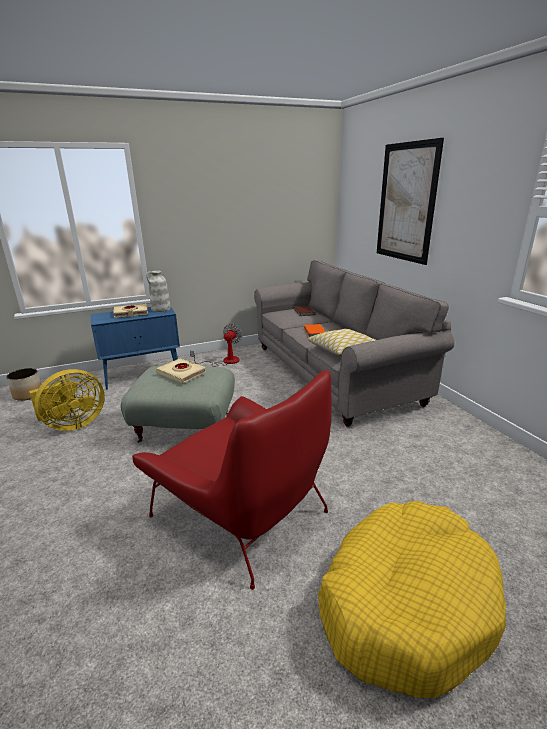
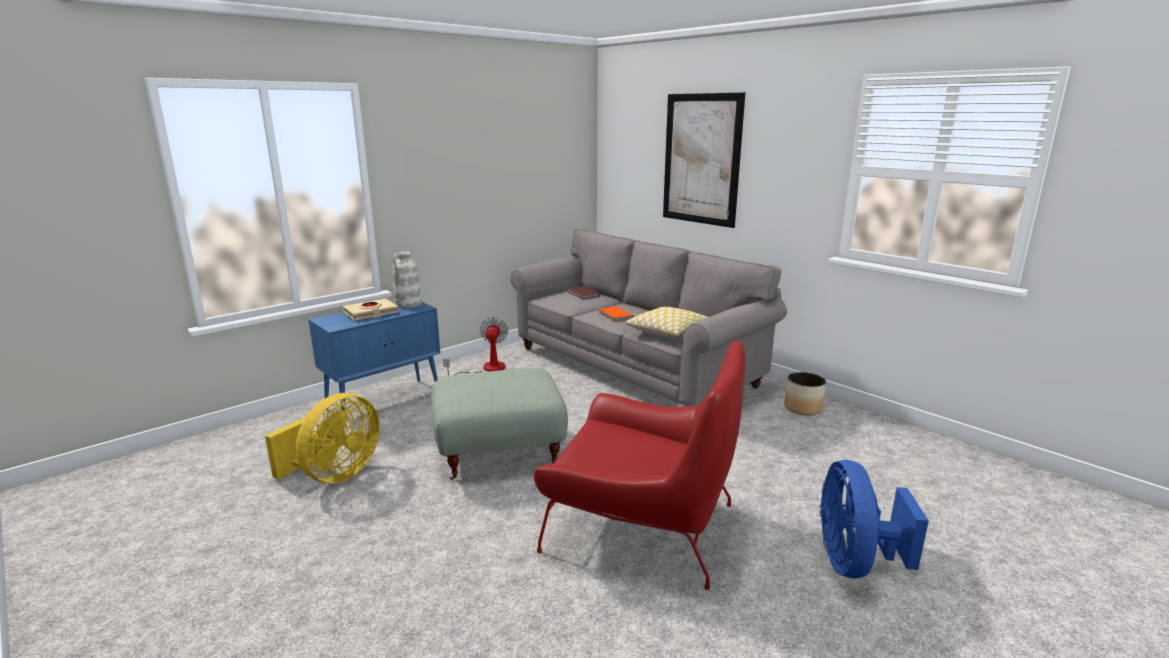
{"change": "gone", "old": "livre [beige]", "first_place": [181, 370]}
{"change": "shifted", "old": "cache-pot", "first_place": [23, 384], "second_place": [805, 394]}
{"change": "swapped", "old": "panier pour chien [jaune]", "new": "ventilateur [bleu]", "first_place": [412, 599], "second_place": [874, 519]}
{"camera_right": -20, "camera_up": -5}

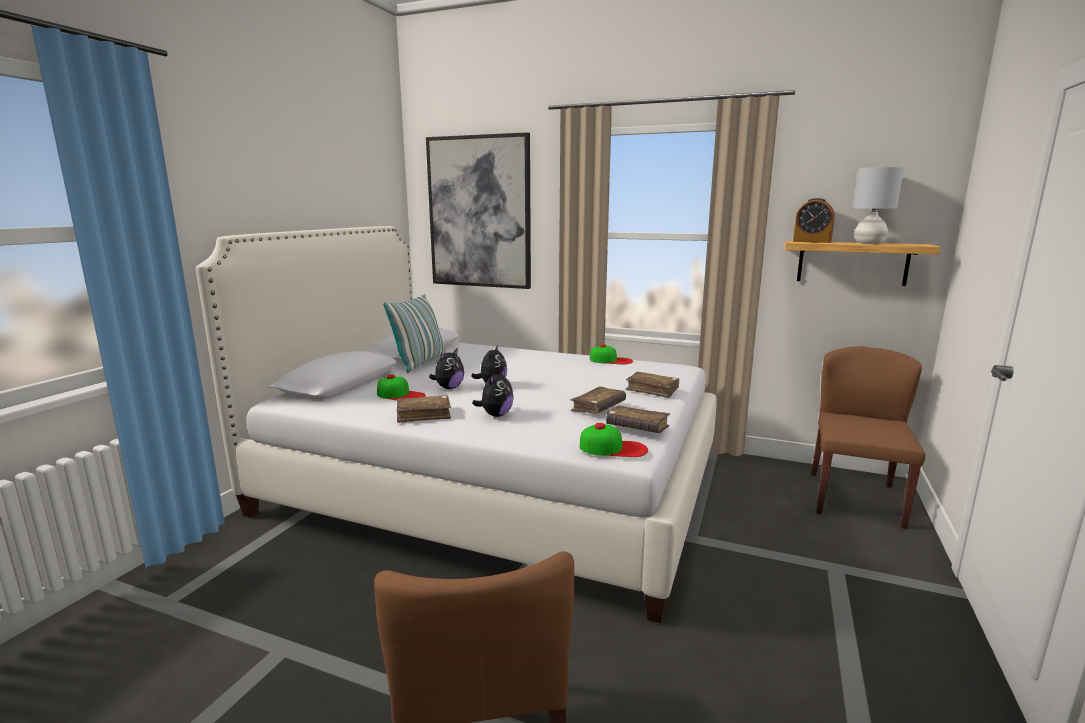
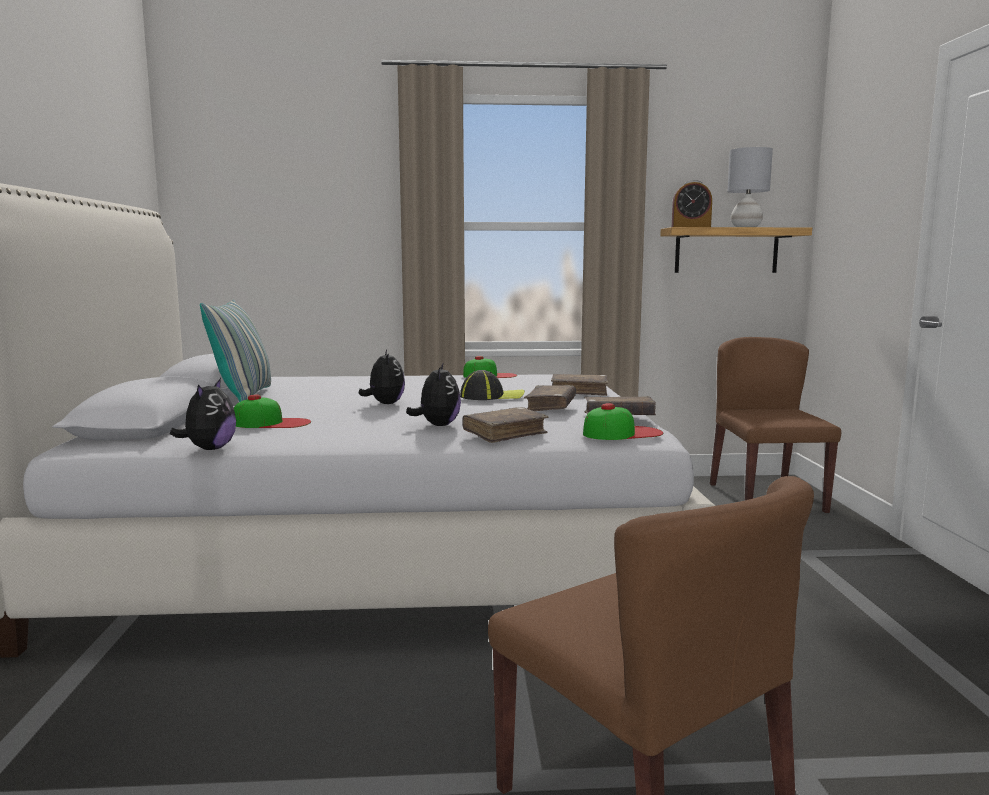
{"change": "gone", "old": "tableau", "first_place": [478, 210]}
{"change": "new", "new": "casquette", "second_place": [492, 385]}
{"change": "shifted", "old": "livre [marron]", "first_place": [424, 409], "second_place": [505, 425]}
{"change": "shifted", "old": "peluche", "first_place": [446, 368], "second_place": [203, 414]}
{"camera_right": -25, "camera_up": -5}

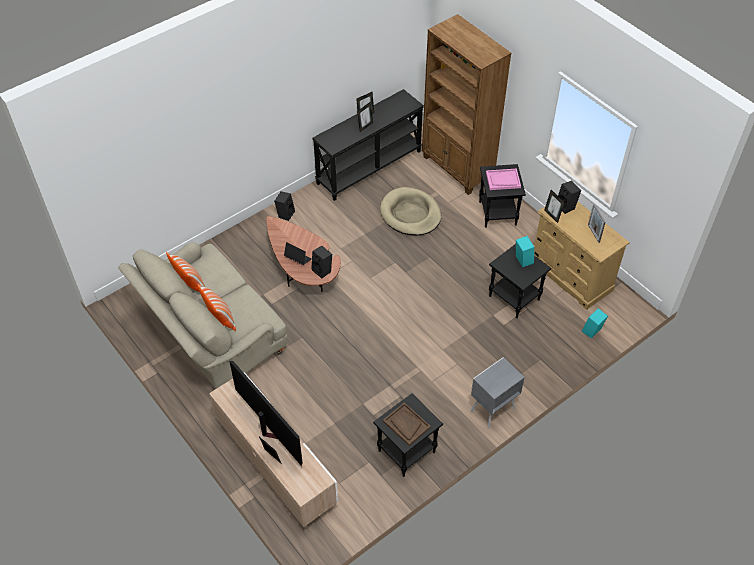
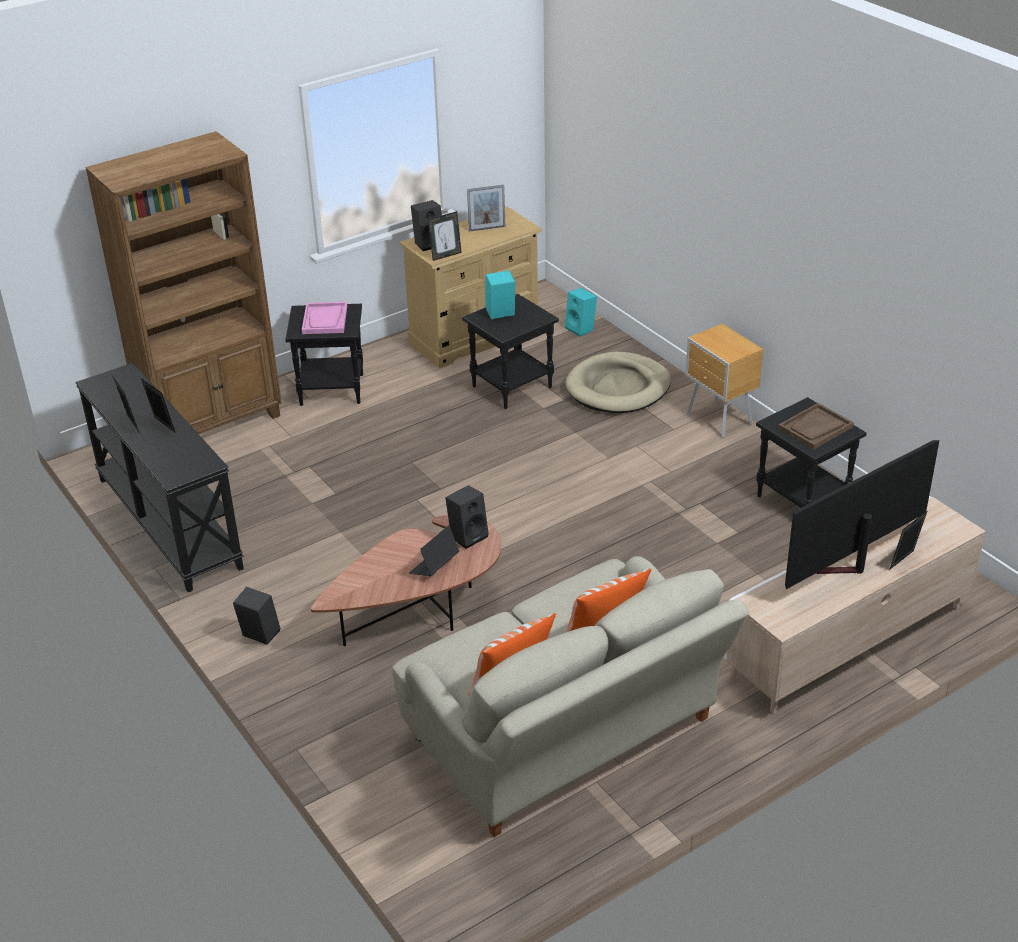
{"change": "shifted", "old": "panier pour chien [beige]", "first_place": [410, 211], "second_place": [618, 382]}
{"change": "repainted", "old": "table de chevet [gris]", "new": "table de chevet [marron]", "first_place": [498, 392], "second_place": [724, 381]}
{"camera_right": -85, "camera_up": -15}

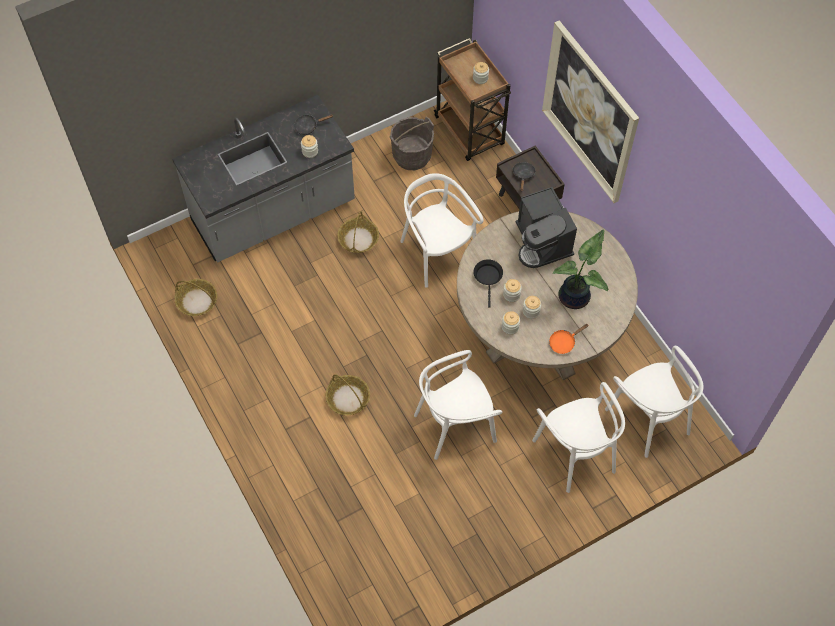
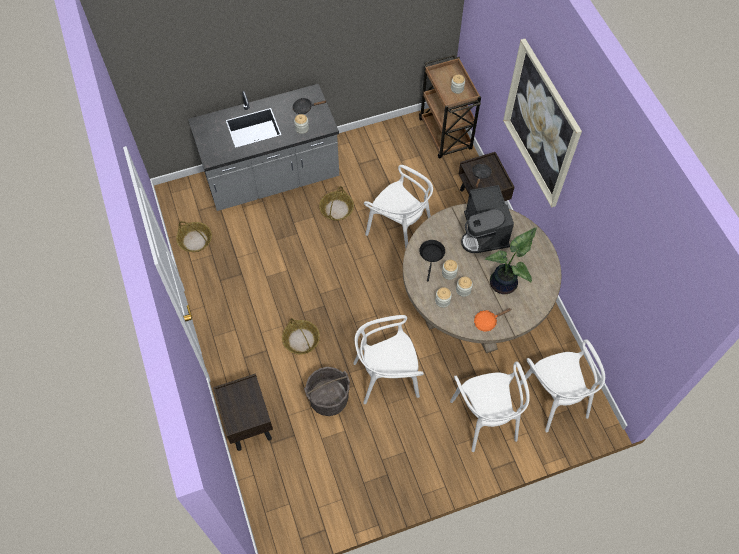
{"change": "new", "new": "table de chevet [marron]", "second_place": [243, 412]}
{"change": "shifted", "old": "seau [gris]", "first_place": [412, 143], "second_place": [327, 391]}
{"change": "rotated", "old": "chaise [blanc]", "first_place": [442, 230], "second_place": [398, 206], "degrees": 150}
{"camera_right": 10, "camera_up": 0}

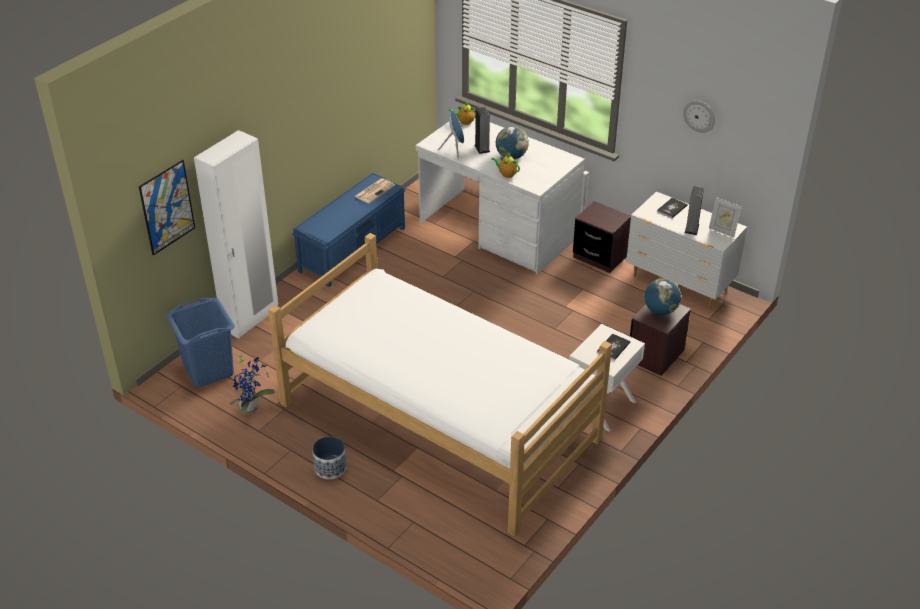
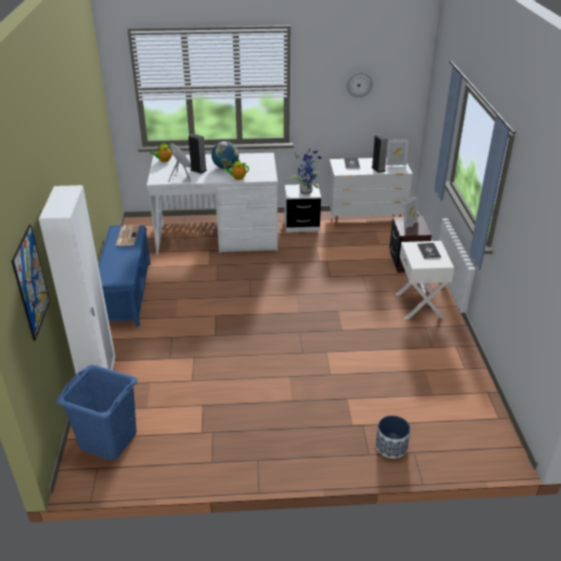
{"change": "gone", "old": "lit", "first_place": [440, 385]}
{"change": "shifted", "old": "plante en pot", "first_place": [252, 383], "second_place": [305, 171]}
{"change": "shifted", "old": "cache-pot", "first_place": [329, 457], "second_place": [393, 437]}
{"change": "swapped", "old": "globe", "new": "cadre photo", "first_place": [662, 297], "second_place": [410, 212]}
{"change": "repainted", "old": "table de chevet [marron]", "new": "table de chevet [blanc]", "first_place": [602, 237], "second_place": [303, 208]}
{"camera_right": -40, "camera_up": -5}

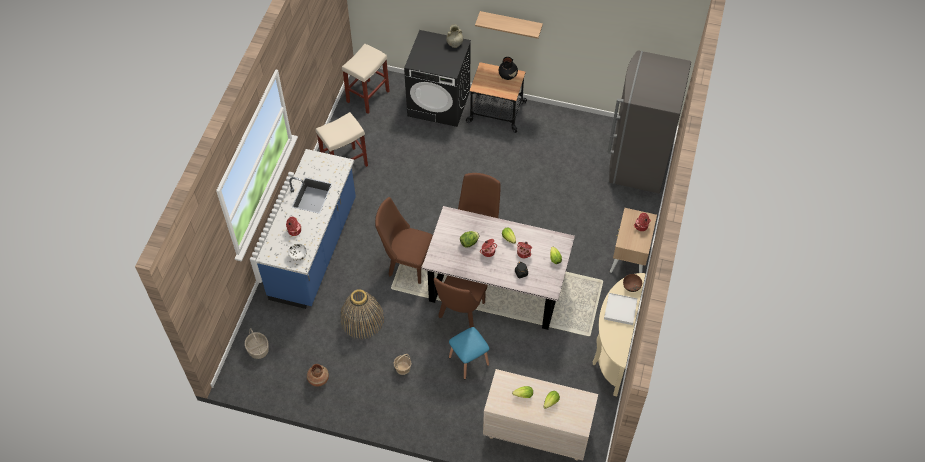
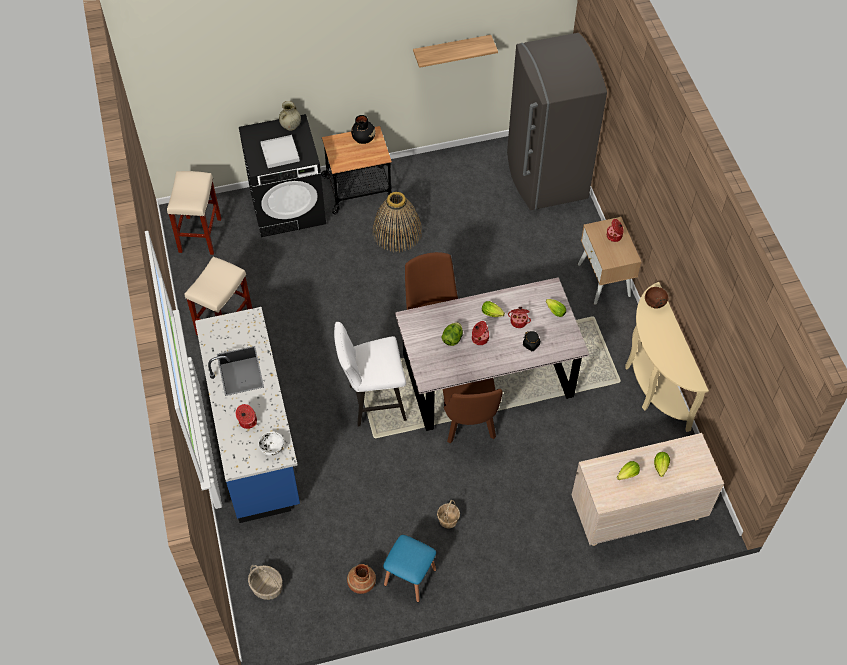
{"change": "shifted", "old": "panier", "first_place": [362, 314], "second_place": [397, 222]}
{"change": "shifted", "old": "tabouret [bleu]", "first_place": [469, 353], "second_place": [409, 568]}
{"change": "shifted", "old": "étagère", "first_place": [509, 25], "second_place": [455, 51]}
{"change": "shifted", "old": "plateau [blanc]", "first_place": [621, 309], "second_place": [280, 151]}
{"change": "swapped", "old": "chaise [marron]", "new": "tabouret [blanc]", "first_place": [404, 240], "second_place": [370, 374]}
{"camera_right": -30, "camera_up": 0}

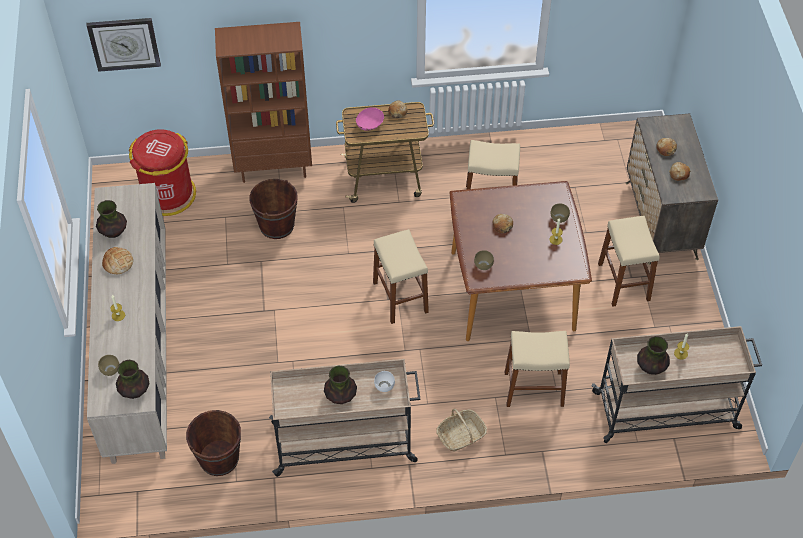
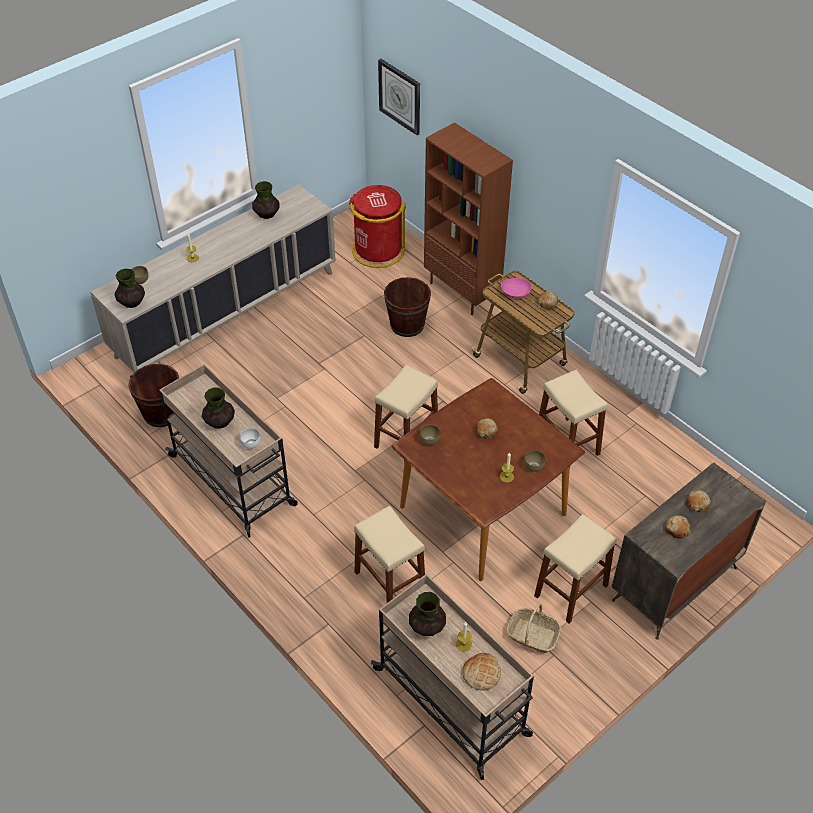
{"change": "shifted", "old": "pain", "first_place": [117, 260], "second_place": [482, 672]}
{"change": "shifted", "old": "panier", "first_place": [461, 430], "second_place": [534, 628]}
{"camera_right": 55, "camera_up": -5}

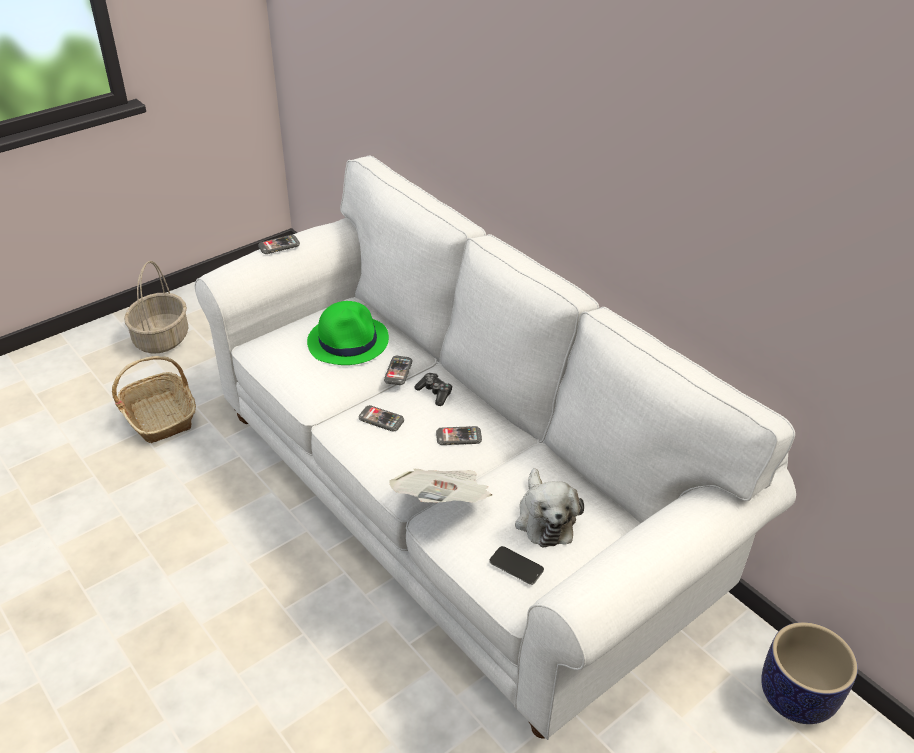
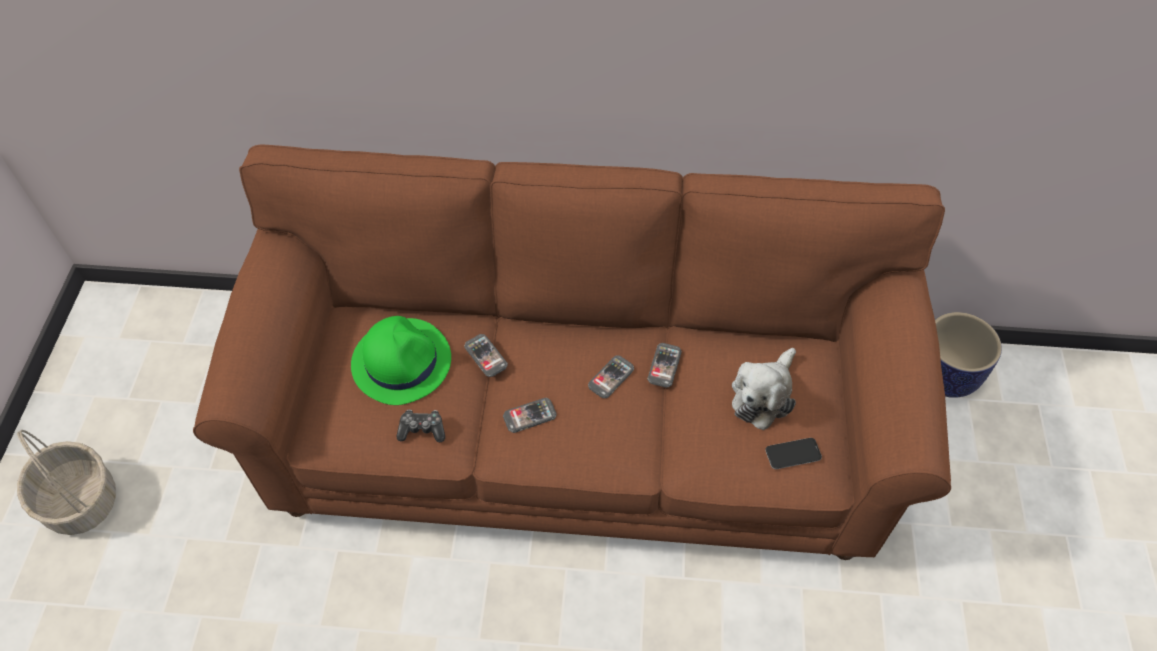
{"change": "gone", "old": "panier", "first_place": [154, 399]}
{"change": "gone", "old": "journal", "first_place": [440, 485]}
{"change": "shifted", "old": "téléphone", "first_place": [279, 244], "second_place": [664, 365]}
{"change": "shifted", "old": "manette", "first_place": [433, 389], "second_place": [420, 426]}
{"change": "repainted", "old": "canapé [blanc]", "new": "canapé [marron]", "first_place": [495, 447], "second_place": [572, 352]}
{"change": "rotated", "old": "peluche", "first_place": [549, 507], "second_place": [764, 389], "degrees": 90}
{"camera_right": -45, "camera_up": 15}

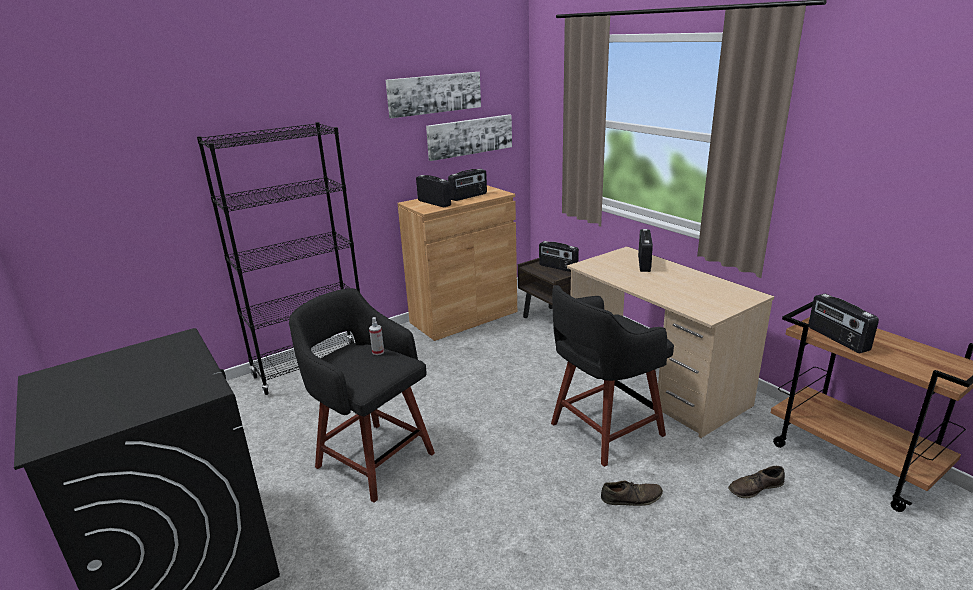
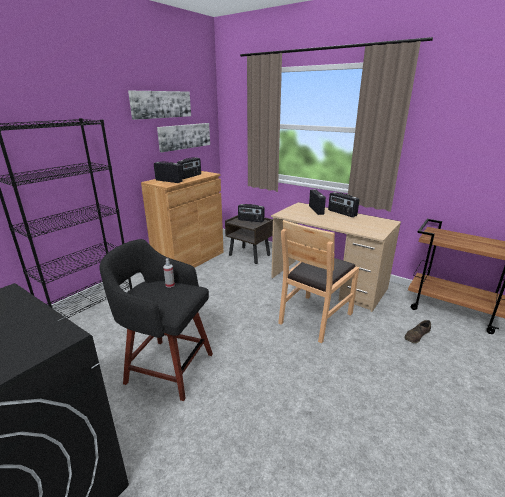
{"change": "gone", "old": "chaussure [marron]", "first_place": [632, 493]}
{"change": "shifted", "old": "radio", "first_place": [843, 323], "second_place": [343, 204]}
{"change": "swapped", "old": "tabouret [noir]", "new": "chaise [marron]", "first_place": [612, 376], "second_place": [318, 281]}
{"camera_right": -20, "camera_up": 0}

